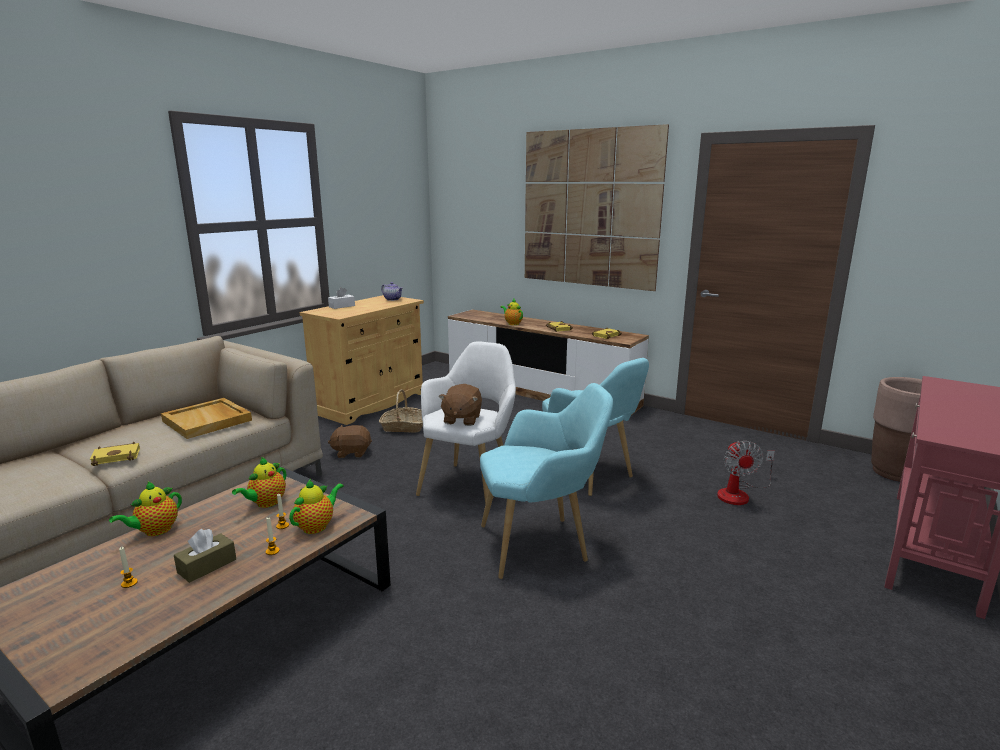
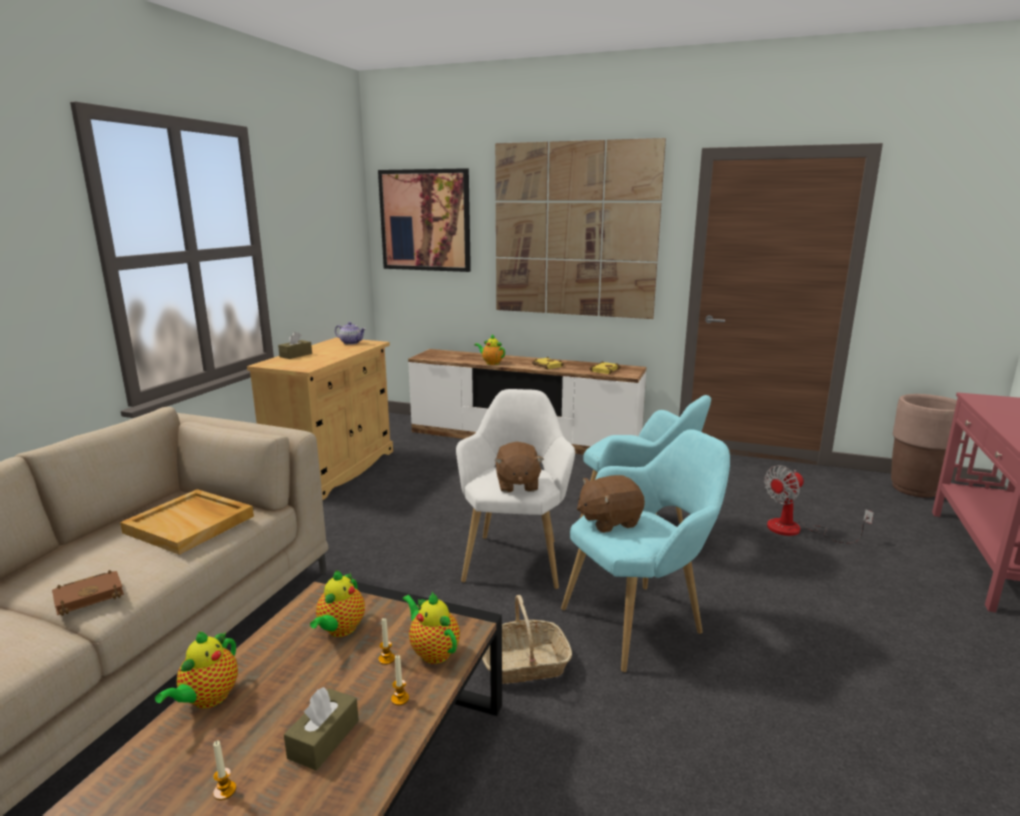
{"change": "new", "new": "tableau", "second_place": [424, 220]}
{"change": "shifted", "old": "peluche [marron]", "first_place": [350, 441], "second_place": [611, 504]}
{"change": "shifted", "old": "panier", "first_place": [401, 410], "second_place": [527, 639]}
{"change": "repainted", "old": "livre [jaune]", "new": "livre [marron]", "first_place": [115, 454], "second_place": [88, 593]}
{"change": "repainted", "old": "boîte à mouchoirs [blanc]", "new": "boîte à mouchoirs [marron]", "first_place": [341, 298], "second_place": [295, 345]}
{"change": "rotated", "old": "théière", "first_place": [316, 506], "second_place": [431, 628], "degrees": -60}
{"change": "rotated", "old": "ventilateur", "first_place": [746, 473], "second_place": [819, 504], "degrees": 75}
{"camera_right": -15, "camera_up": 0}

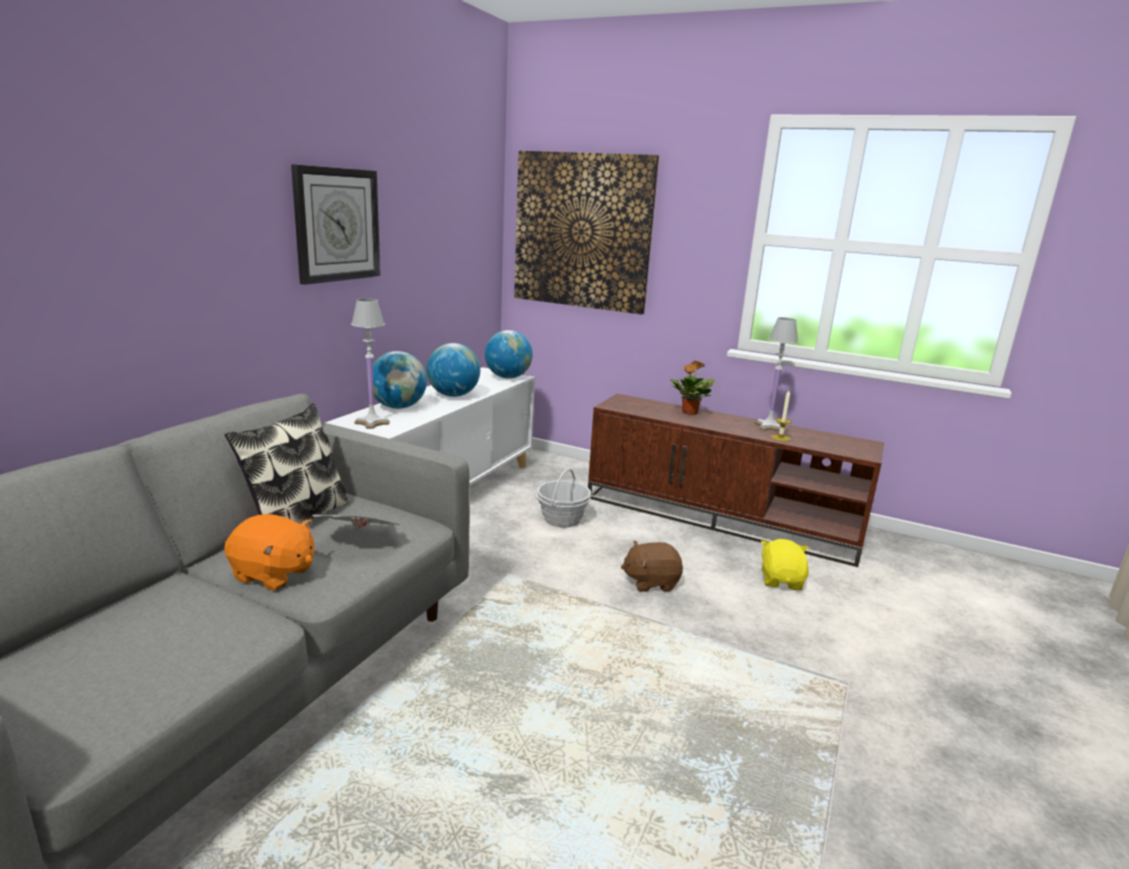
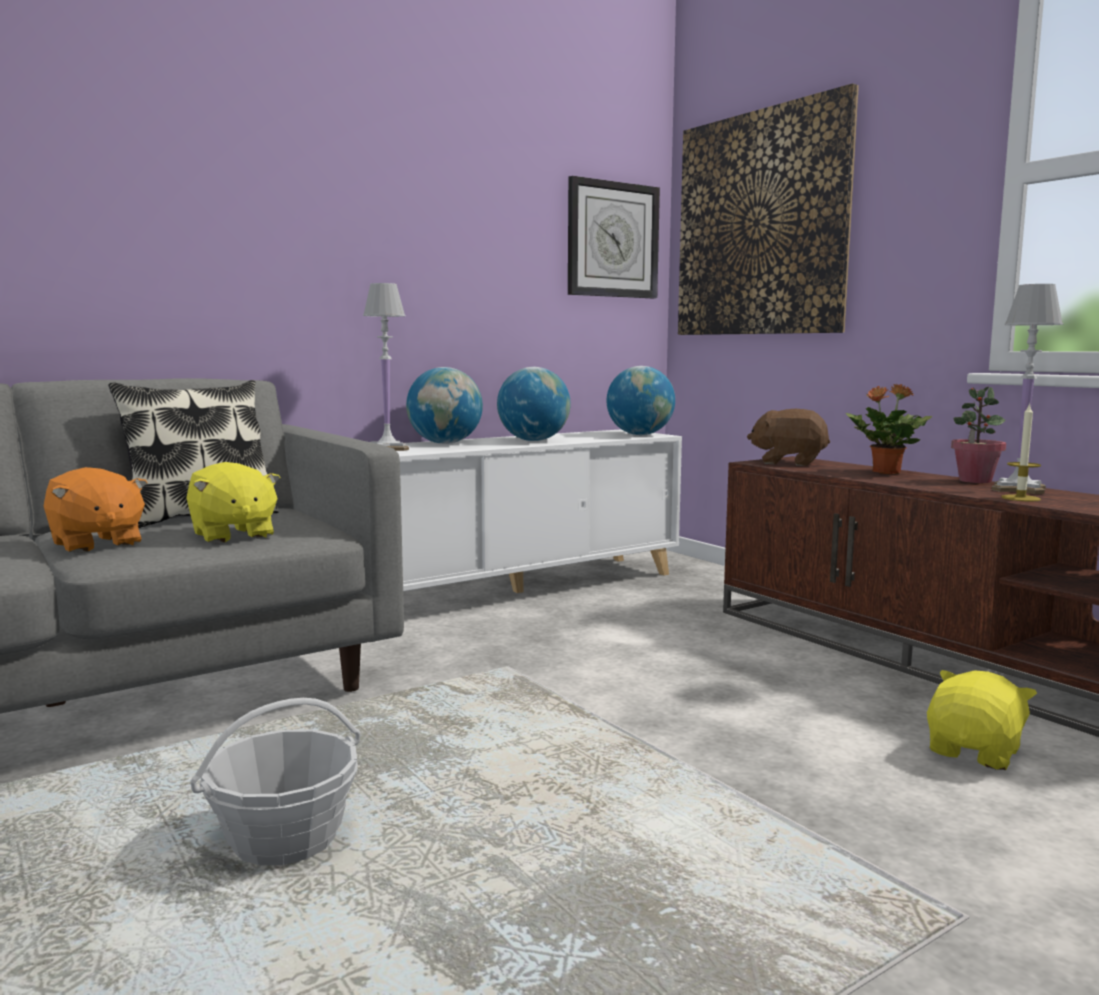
{"change": "new", "new": "plante en pot", "second_place": [978, 435]}
{"change": "shifted", "old": "horloge murale", "first_place": [335, 224], "second_place": [614, 237]}
{"change": "shifted", "old": "panier", "first_place": [563, 498], "second_place": [275, 781]}
{"change": "shifted", "old": "peluche [marron]", "first_place": [652, 566], "second_place": [788, 437]}
{"change": "swapped", "old": "journal", "new": "peluche [jaune]", "first_place": [355, 521], "second_place": [233, 502]}
{"camera_right": 30, "camera_up": -10}

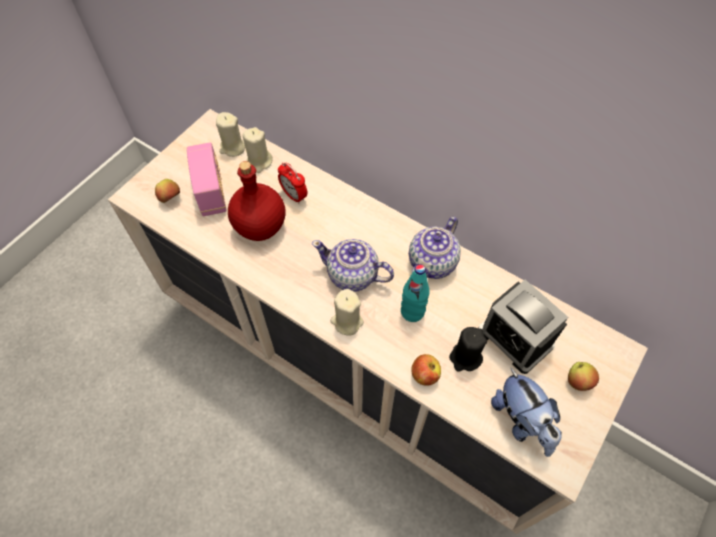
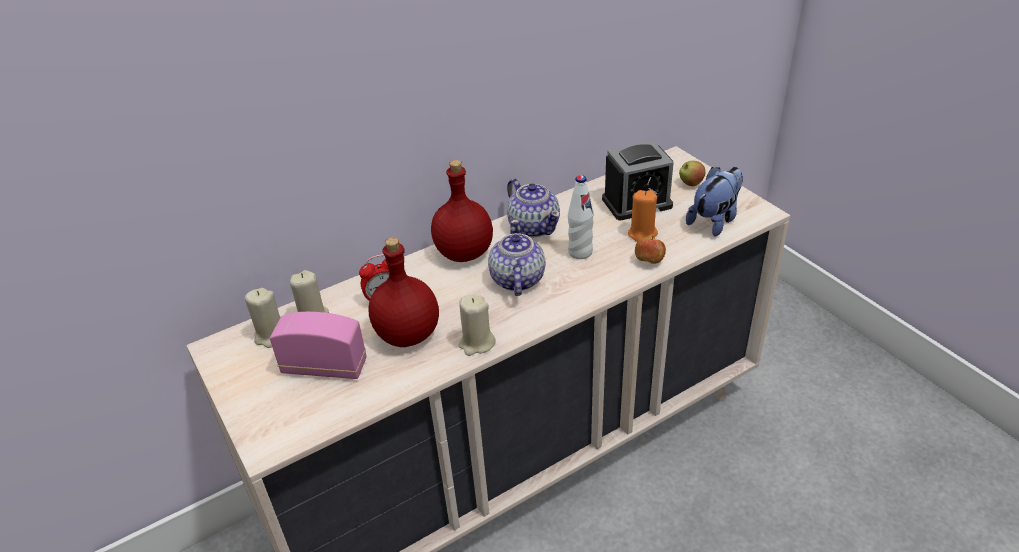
{"change": "gone", "old": "pomme", "first_place": [167, 191]}
{"change": "new", "new": "bouteille [rouge]", "second_place": [462, 211]}
{"change": "shifted", "old": "bougie [beige]", "first_place": [347, 312], "second_place": [477, 325]}
{"change": "repainted", "old": "bouteille [turquoise]", "new": "bouteille [blanc]", "first_place": [415, 293], "second_place": [581, 217]}
{"change": "repainted", "old": "bougie [noir]", "new": "bougie [orange]", "first_place": [468, 349], "second_place": [643, 216]}
{"change": "rotated", "old": "théière", "first_place": [353, 265], "second_place": [517, 257], "degrees": 135}
{"change": "rotated", "old": "peluche", "first_place": [526, 412], "second_place": [714, 202], "degrees": -45}
{"camera_right": -65, "camera_up": -20}

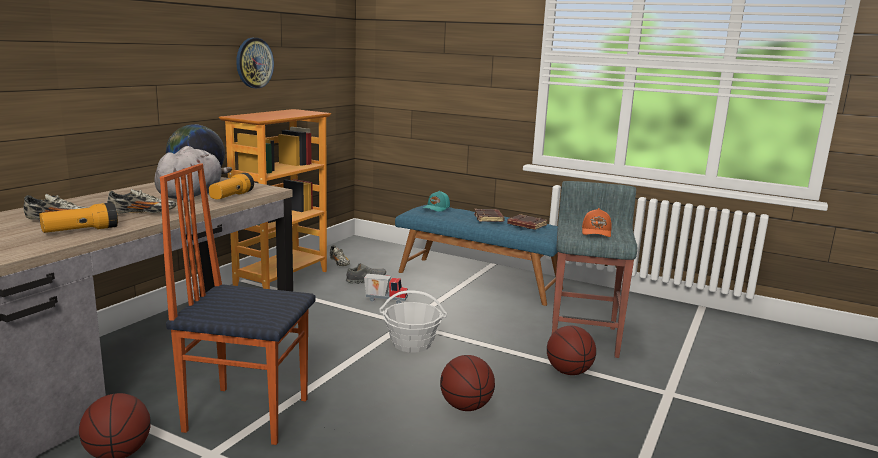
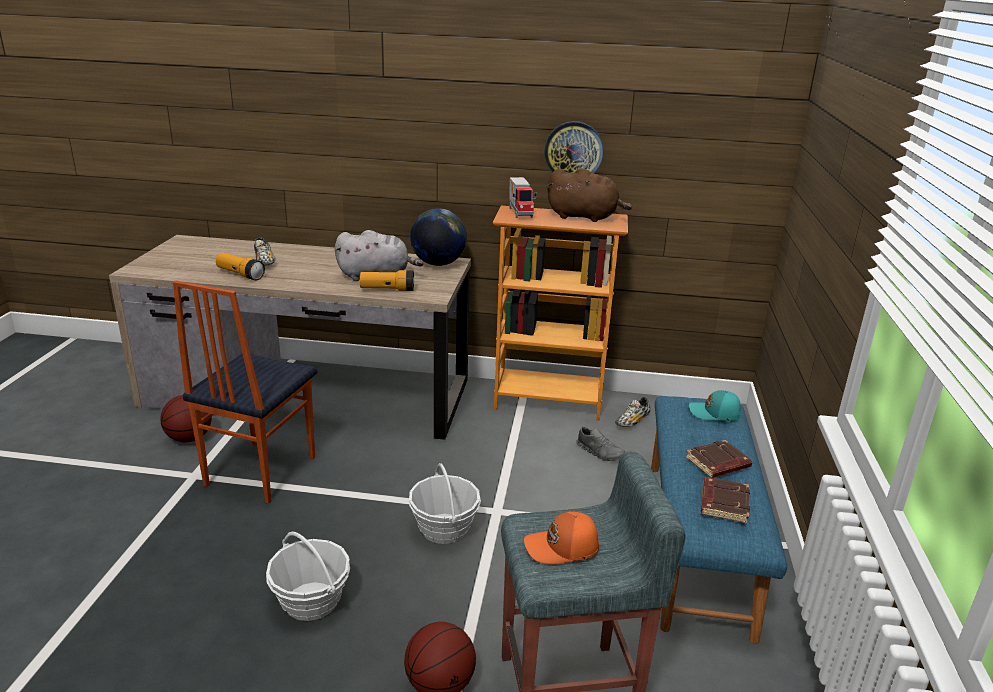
{"change": "gone", "old": "chaussure", "first_place": [141, 201]}
{"change": "new", "new": "peluche [marron]", "second_place": [589, 195]}
{"change": "shifted", "old": "camion jouet", "first_place": [386, 289], "second_place": [522, 197]}
{"change": "swapped", "old": "ballon de basket", "new": "panier", "first_place": [467, 383], "second_place": [308, 576]}
{"change": "rotated", "old": "chaise", "first_place": [238, 304], "second_place": [245, 392], "degrees": -150}
{"camera_right": 70, "camera_up": 10}

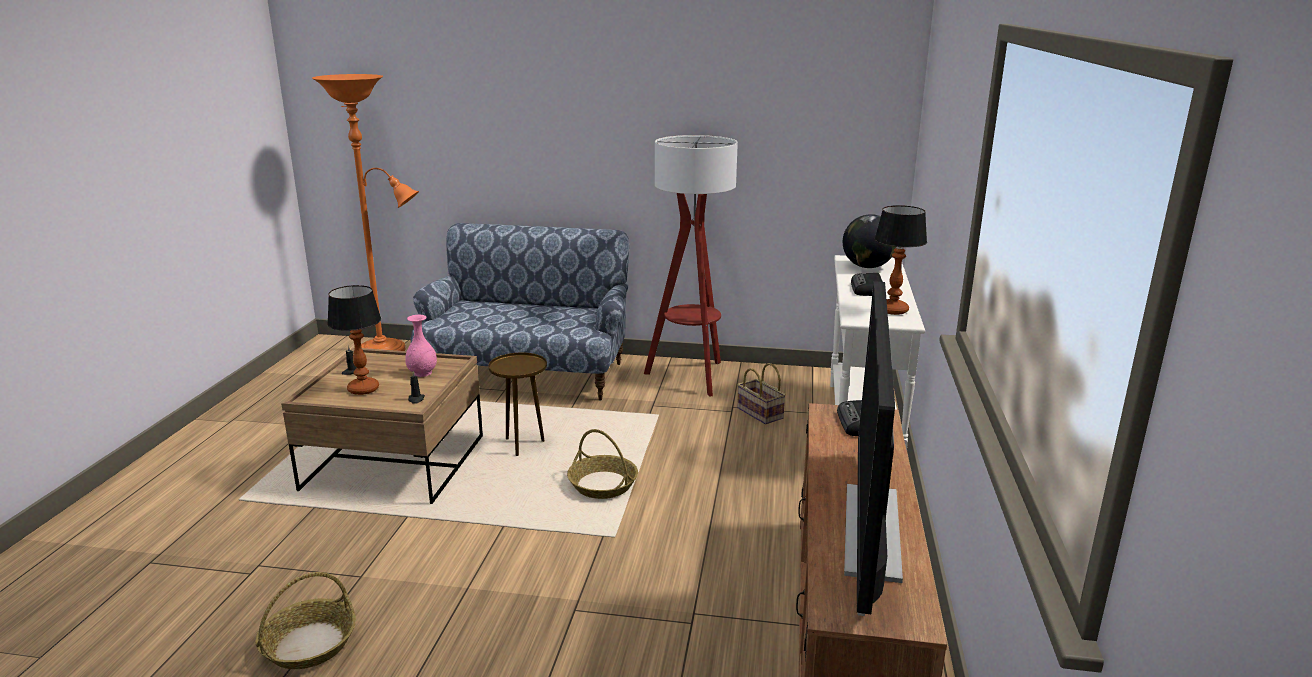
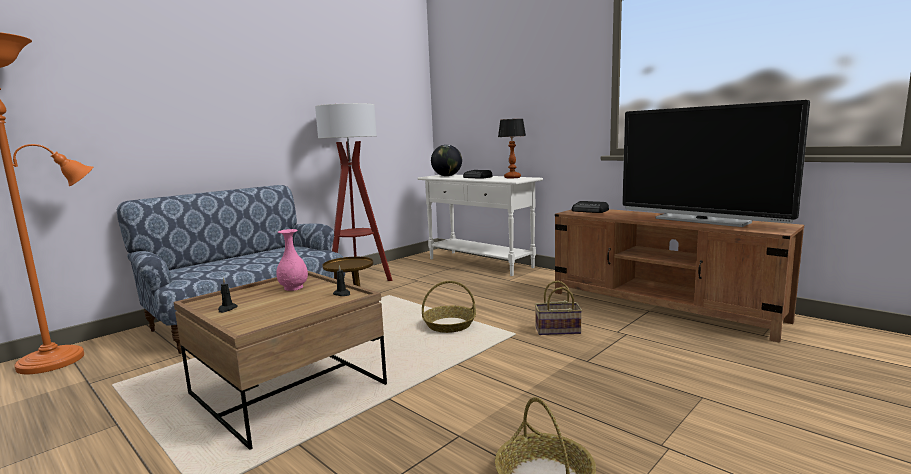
{"change": "gone", "old": "lampe de table", "first_place": [354, 340]}
{"change": "shifted", "old": "panier", "first_place": [761, 393], "second_place": [558, 308]}
{"camera_right": -55, "camera_up": -10}

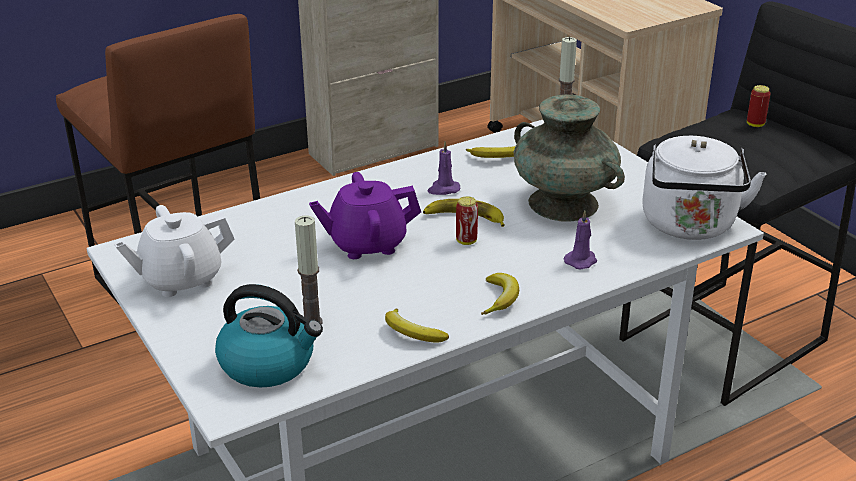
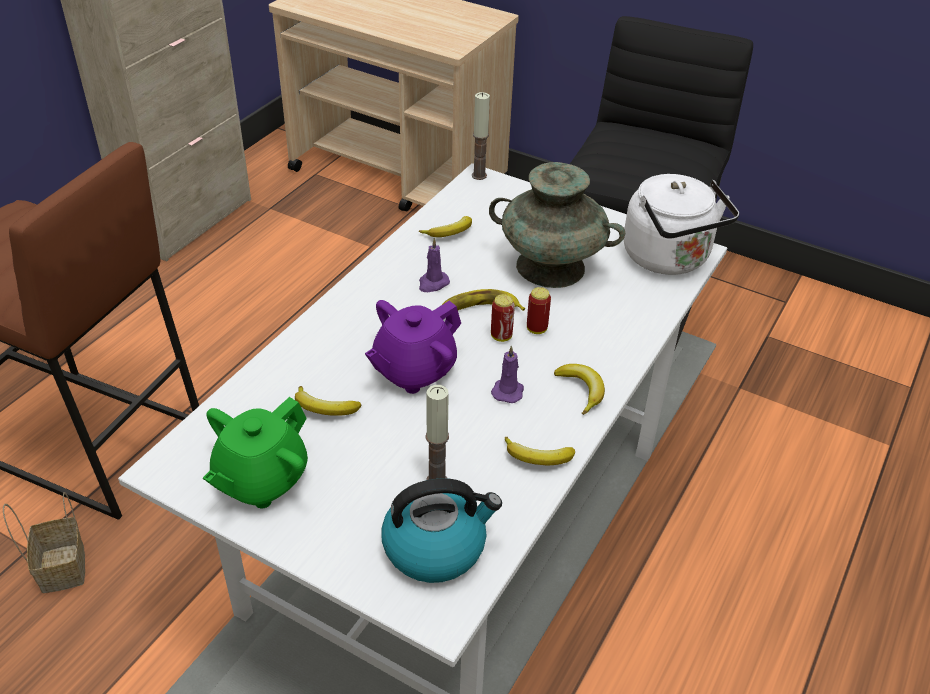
{"change": "new", "new": "panier", "second_place": [44, 542]}
{"change": "new", "new": "banane", "second_place": [328, 401]}
{"change": "shifted", "old": "bougie [violet]", "first_place": [580, 240], "second_place": [507, 374]}
{"change": "shifted", "old": "boîte métallique", "first_place": [758, 106], "second_place": [539, 310]}
{"change": "repainted", "old": "théière [blanc]", "new": "théière [vert]", "first_place": [174, 251], "second_place": [255, 452]}
{"camera_right": -30, "camera_up": 10}

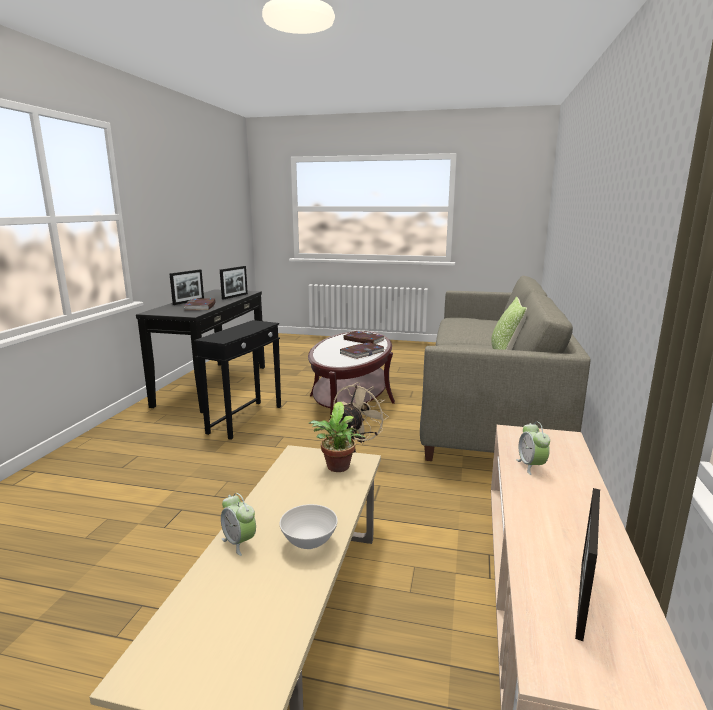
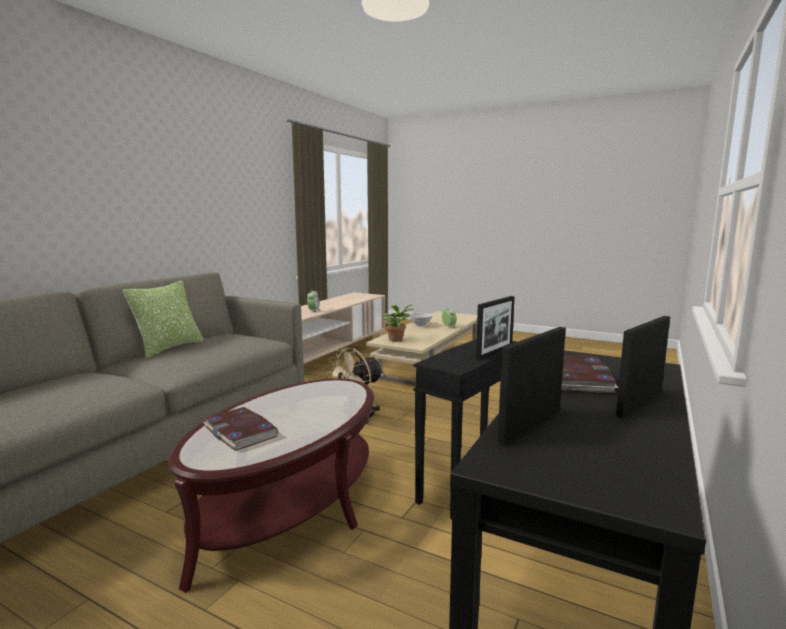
{"change": "gone", "old": "livre", "first_place": [362, 350]}
{"change": "shifted", "old": "cadre photo", "first_place": [587, 564], "second_place": [495, 328]}
{"camera_right": -165, "camera_up": -5}

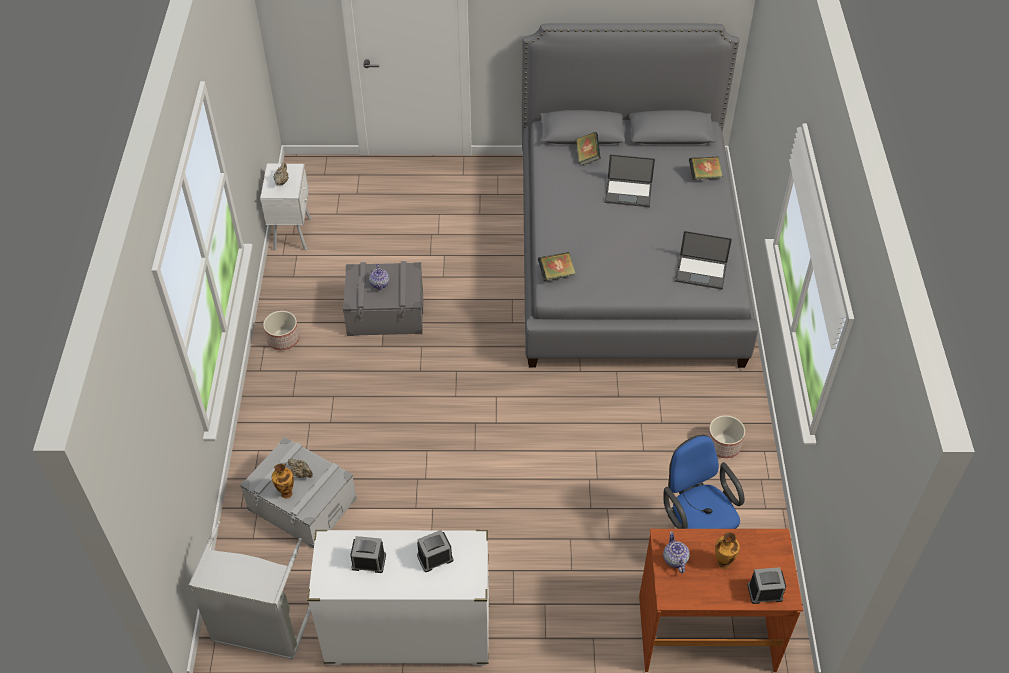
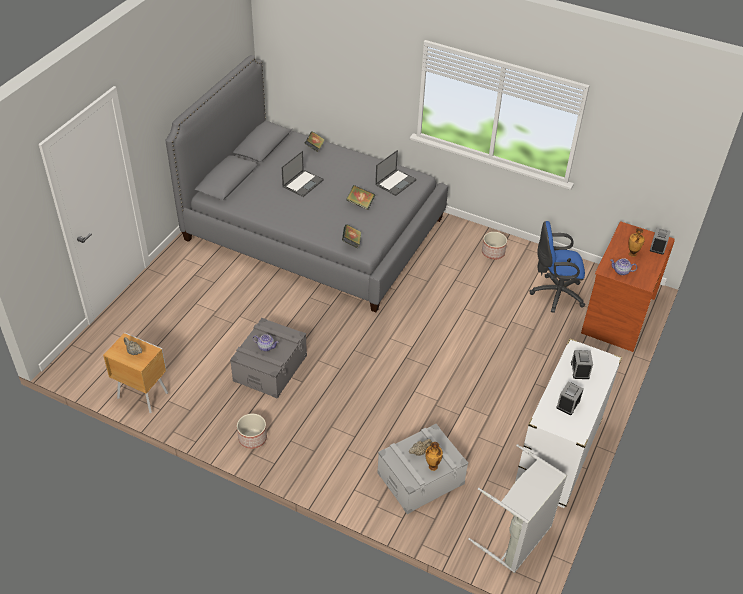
{"change": "shifted", "old": "livre", "first_place": [588, 149], "second_place": [361, 197]}
{"change": "repainted", "old": "table de chevet [blanc]", "new": "table de chevet [marron]", "first_place": [286, 207], "second_place": [135, 373]}
{"camera_right": -65, "camera_up": -5}

